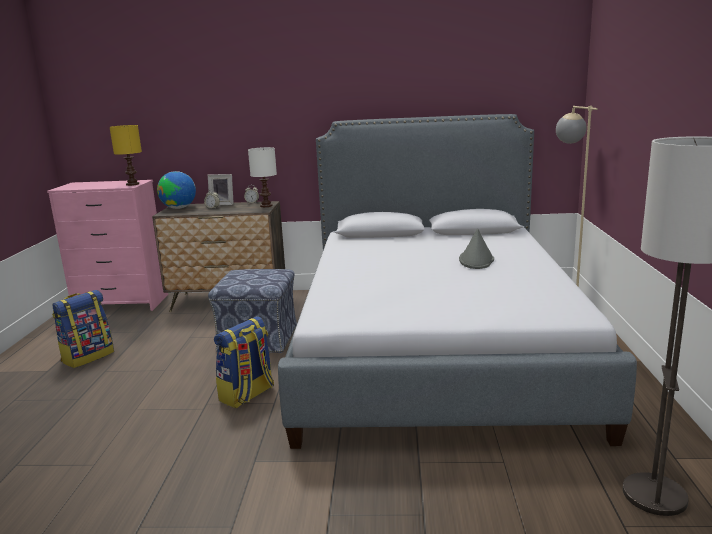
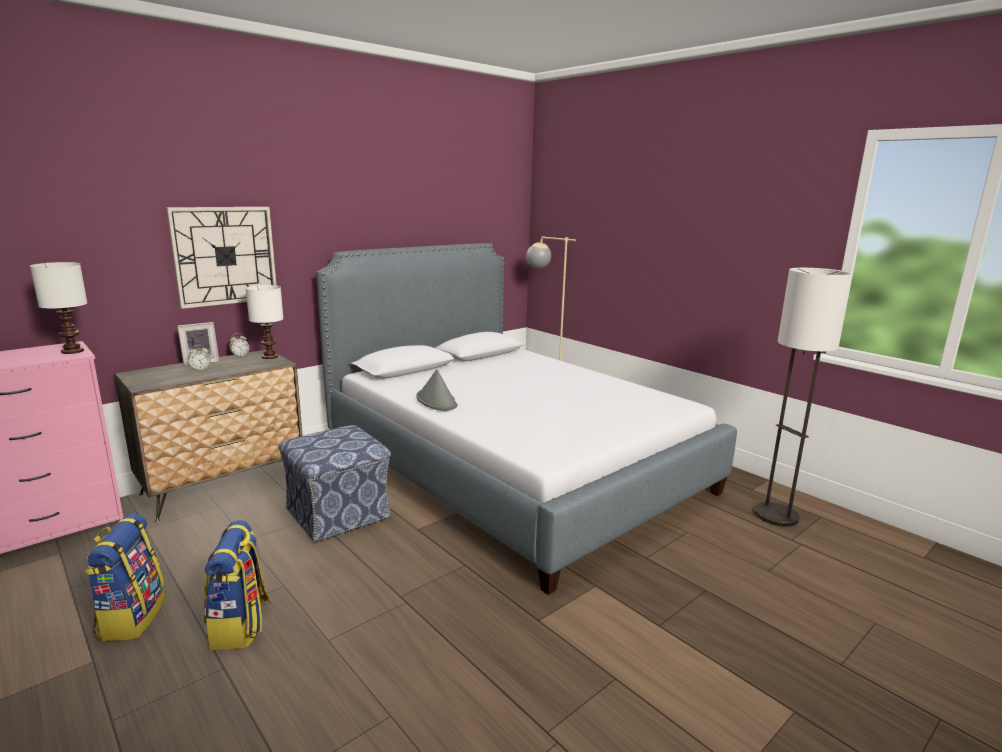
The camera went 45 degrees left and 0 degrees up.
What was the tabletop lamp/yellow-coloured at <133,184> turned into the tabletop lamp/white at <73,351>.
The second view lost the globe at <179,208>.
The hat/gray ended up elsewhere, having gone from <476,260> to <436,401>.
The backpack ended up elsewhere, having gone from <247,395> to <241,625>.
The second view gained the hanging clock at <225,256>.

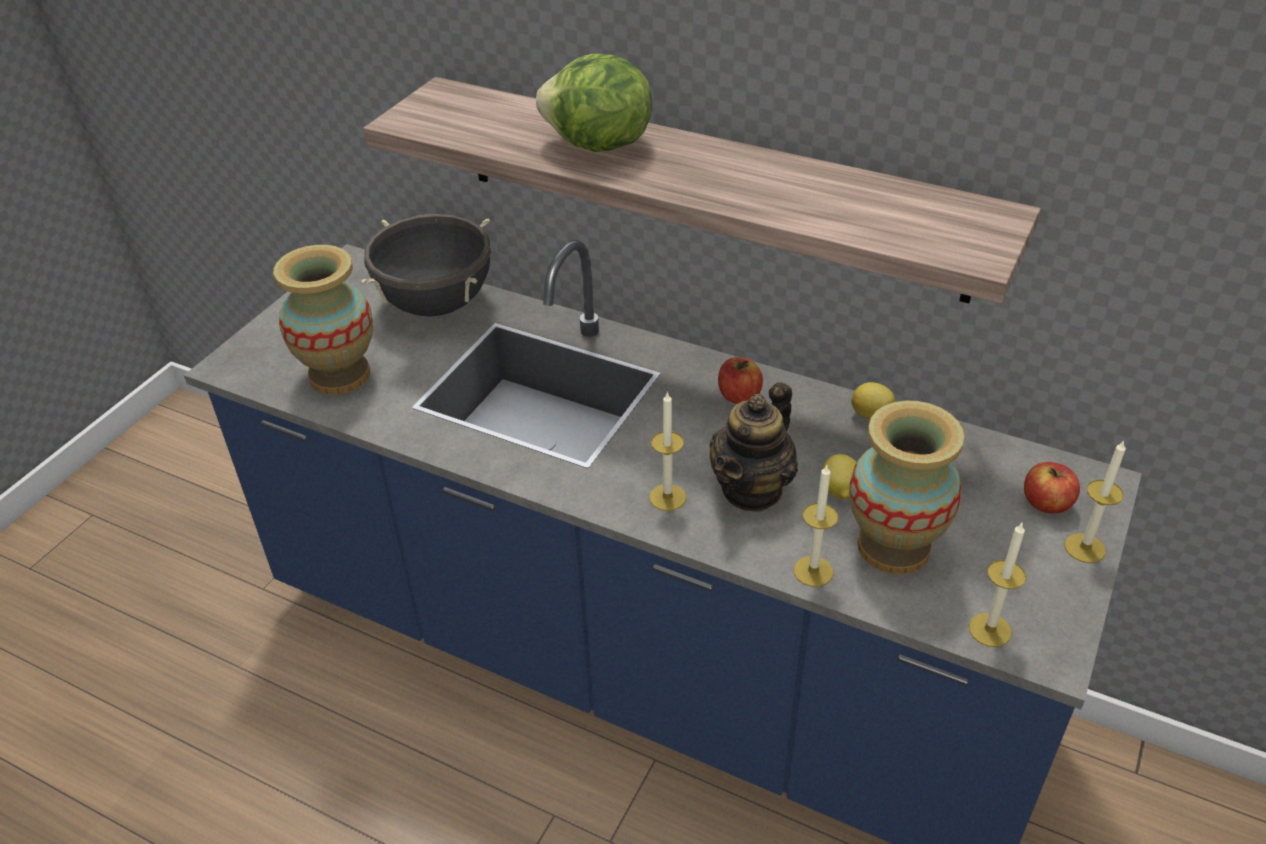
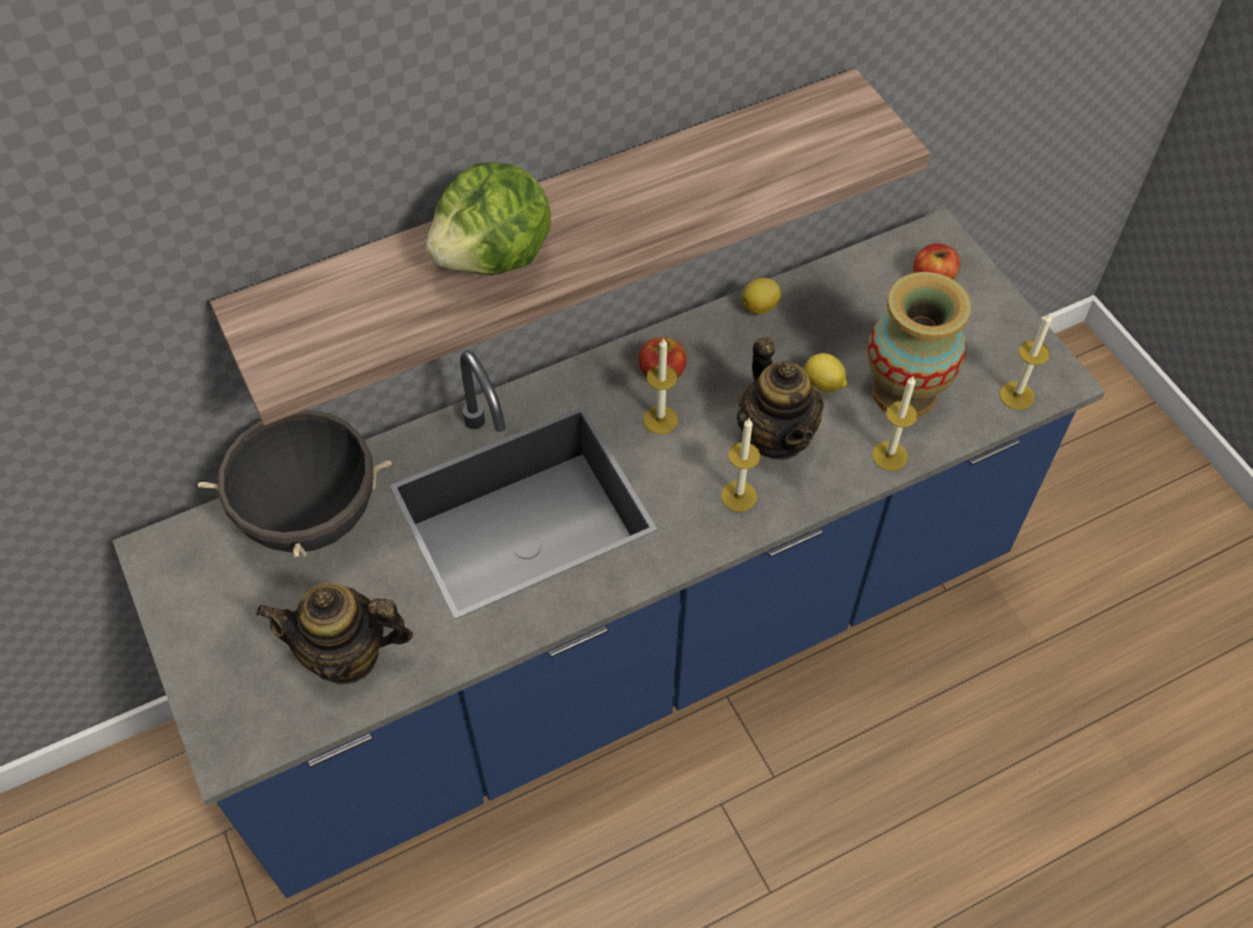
The camera went 55 degrees left and 15 degrees up.
Where the vase stood at <339,375>, the teapot came to stand at <346,655>.
The wax light ended up elsewhere, having gone from <1084,548> to <660,420>.

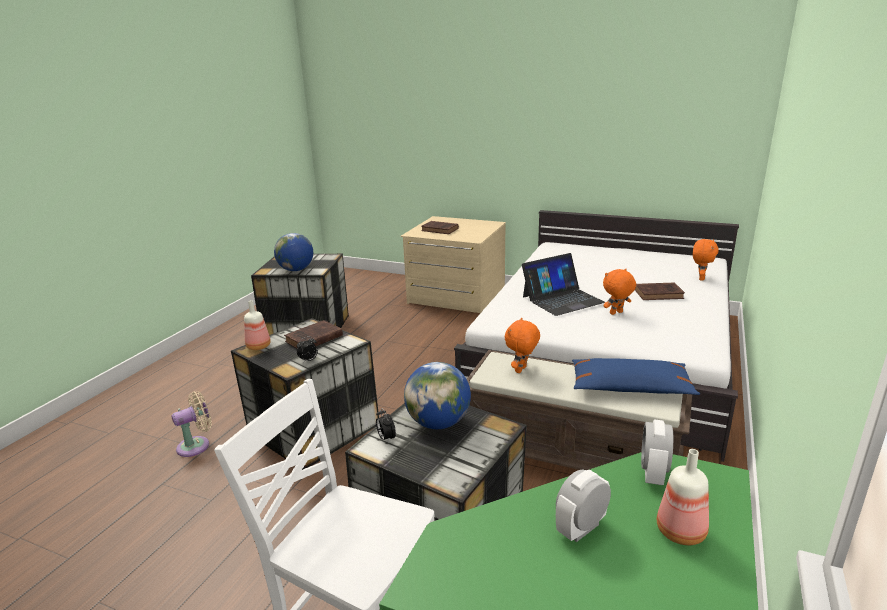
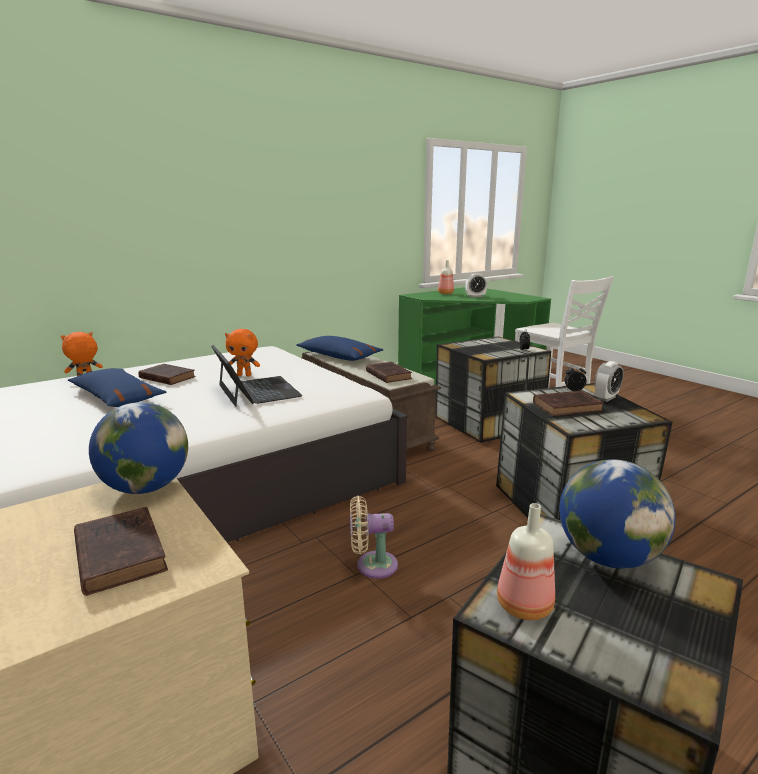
The camera went 150 degrees left and 5 degrees down.
The notebook computer at <562,299> ended up facing another way, 60 degrees clockwise from before.
The beverage bottle ended up elsewhere, having gone from <258,346> to <524,607>.
Where the soft toy/orangey stood at <521,370>, the book/brown came to stand at <387,375>.
The globe ended up elsewhere, having gone from <438,423> to <146,488>.
The fan/beige-coloured ended up elsewhere, having gone from <197,445> to <372,565>.
The table clock ended up elsewhere, having gone from <653,473> to <606,398>.
The second view gained the cushion/blue-coloured at <117,398>.

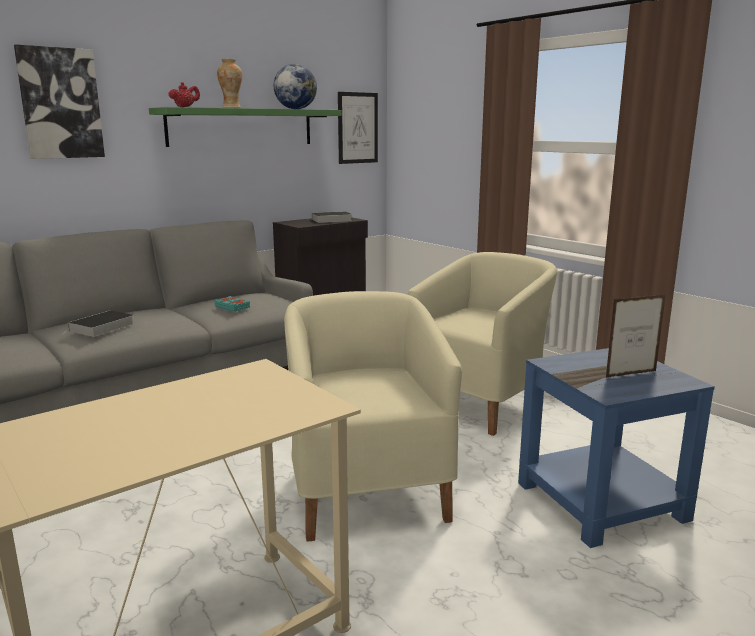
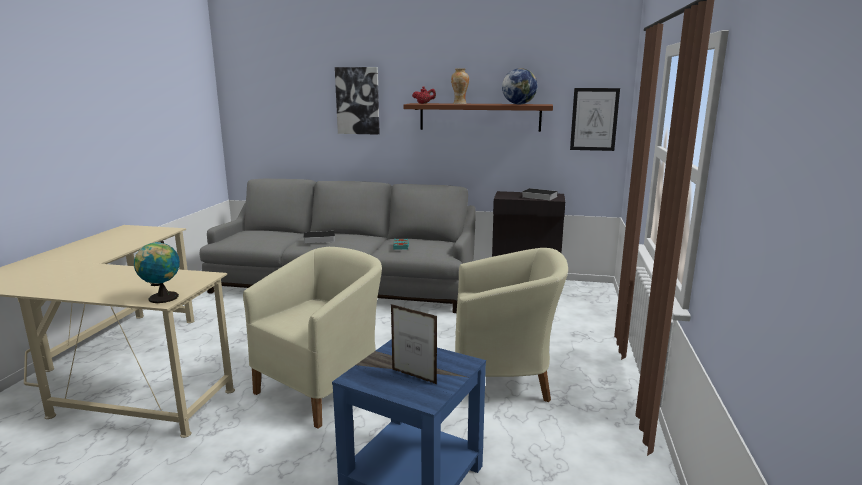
The camera went 50 degrees right and 0 degrees up.
What was the wall shelf/green-coloured at <241,127> turned into the wall shelf/brown at <479,117>.
The second view gained the globe at <162,298>.

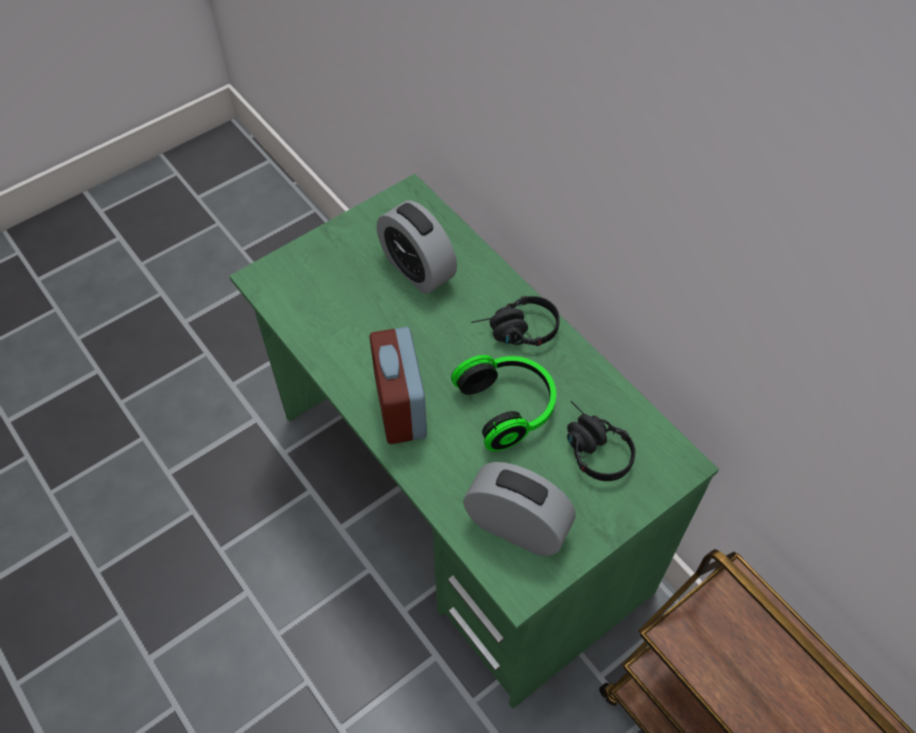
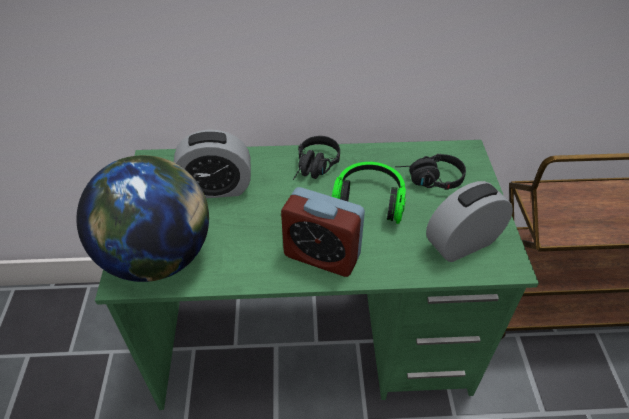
The camera went 55 degrees left and 10 degrees down.
The second view gained the globe at <159,256>.

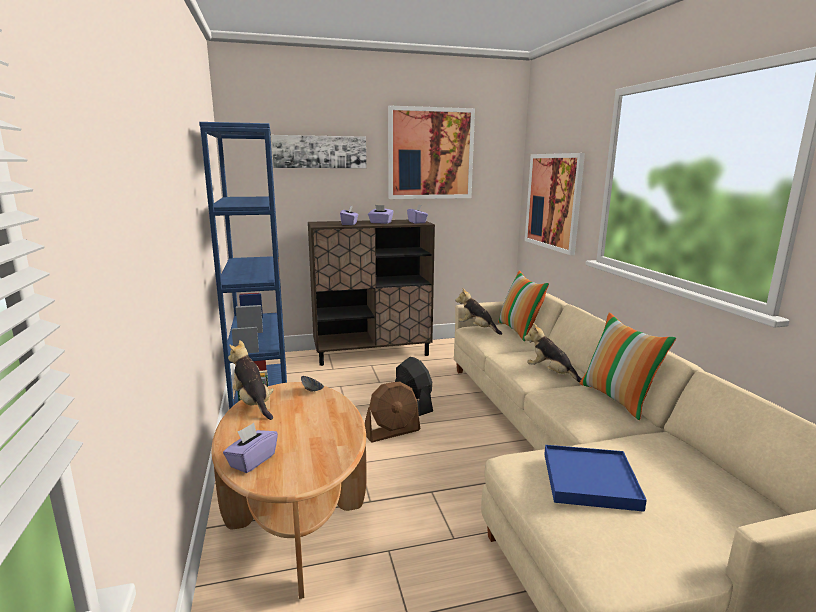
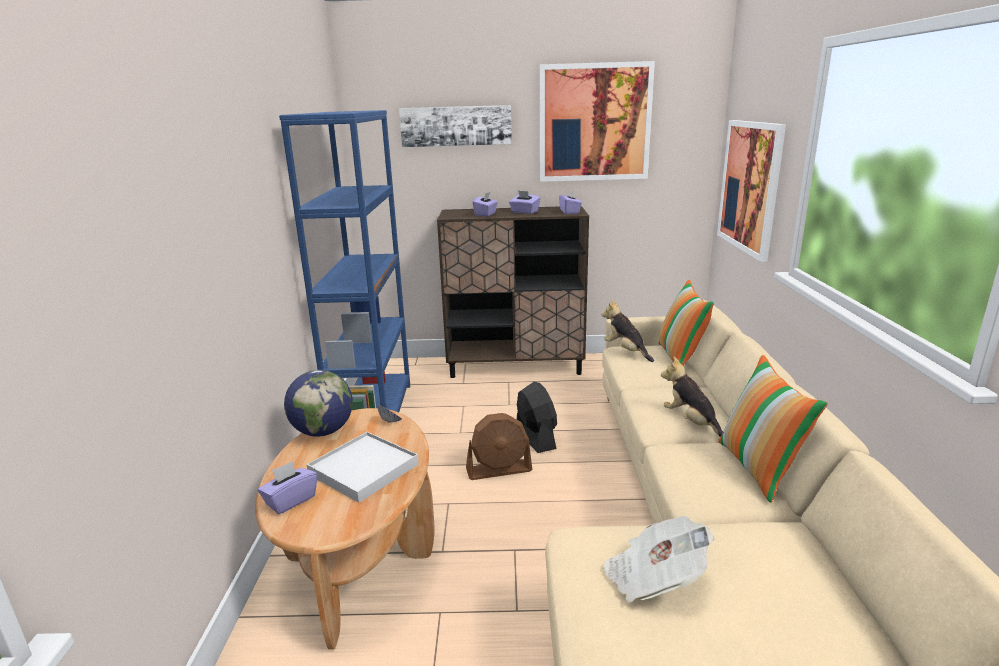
The camera went 15 degrees right and 5 degrees up.
Where the soft toy stood at <253,404>, the globe came to stand at <323,431>.
Where the serving tray/blue-coloured stood at <589,481>, the newspaper came to stand at <653,578>.
The second view gained the serving tray/white at <363,469>.

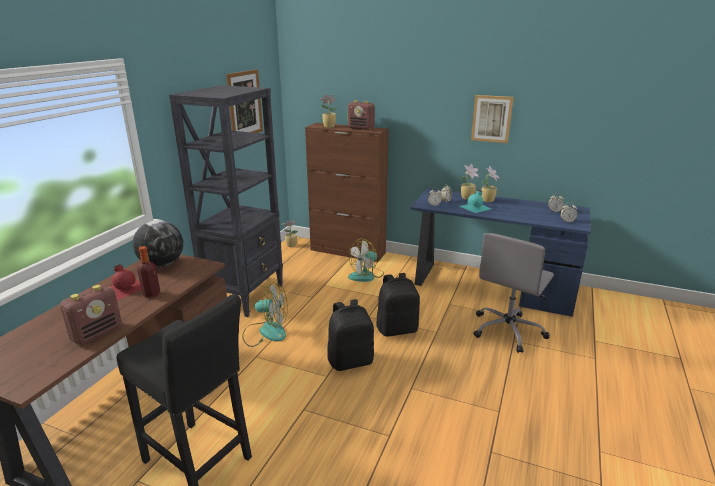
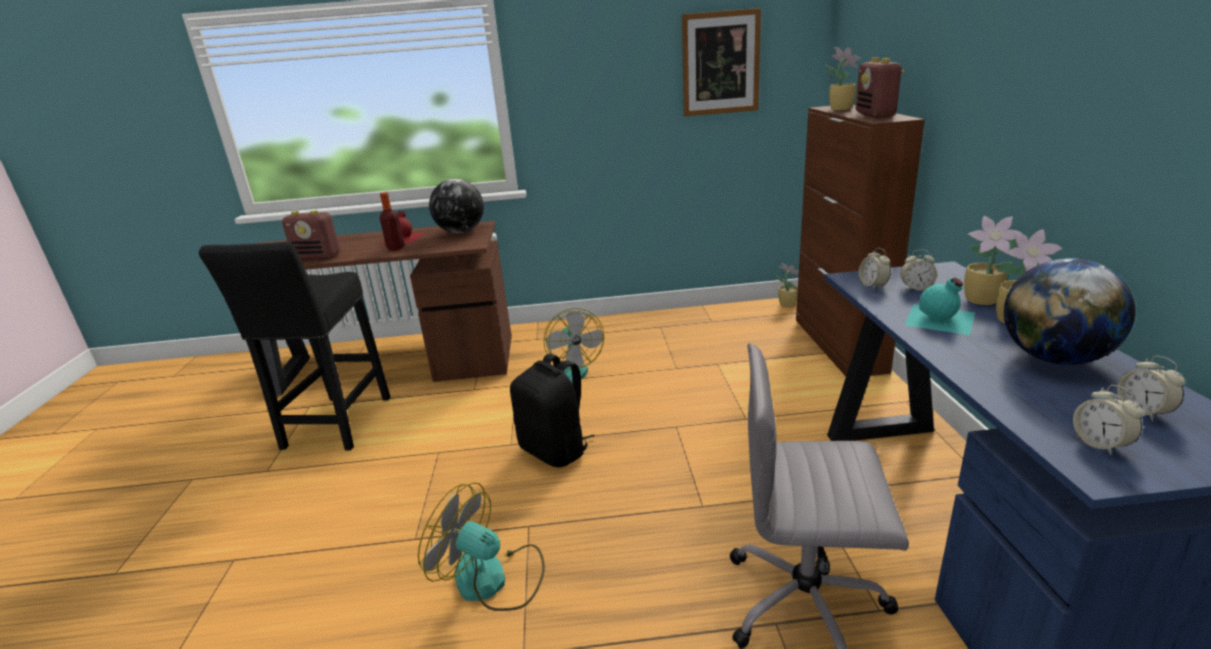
The camera went 65 degrees right and 0 degrees up.
The second view lost the bookcase/black-coloured at <245,295>.
The second view lost the wall picture at <491,118>.
The fan ended up elsewhere, having gone from <366,275> to <492,580>.
The second view lost the backpack/black-coloured at <397,329>.
The second view gained the globe at <1054,358>.

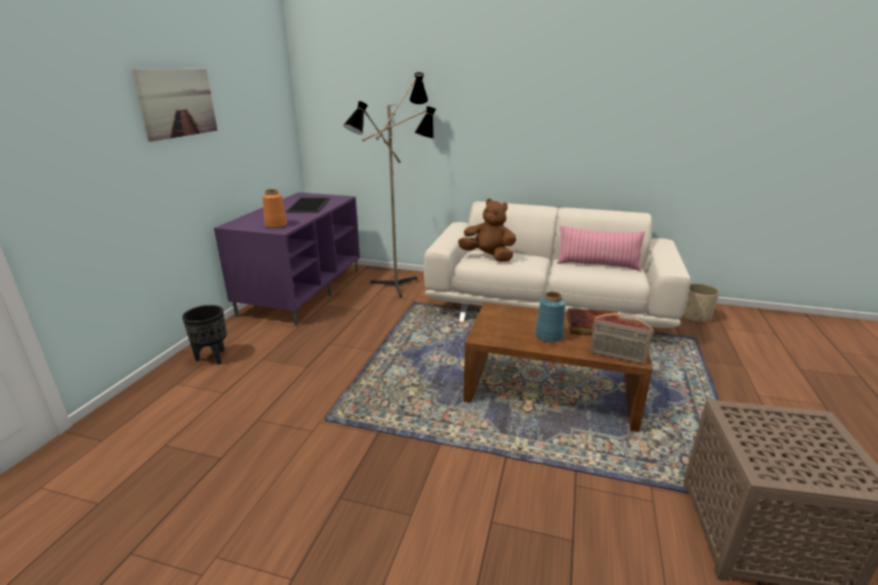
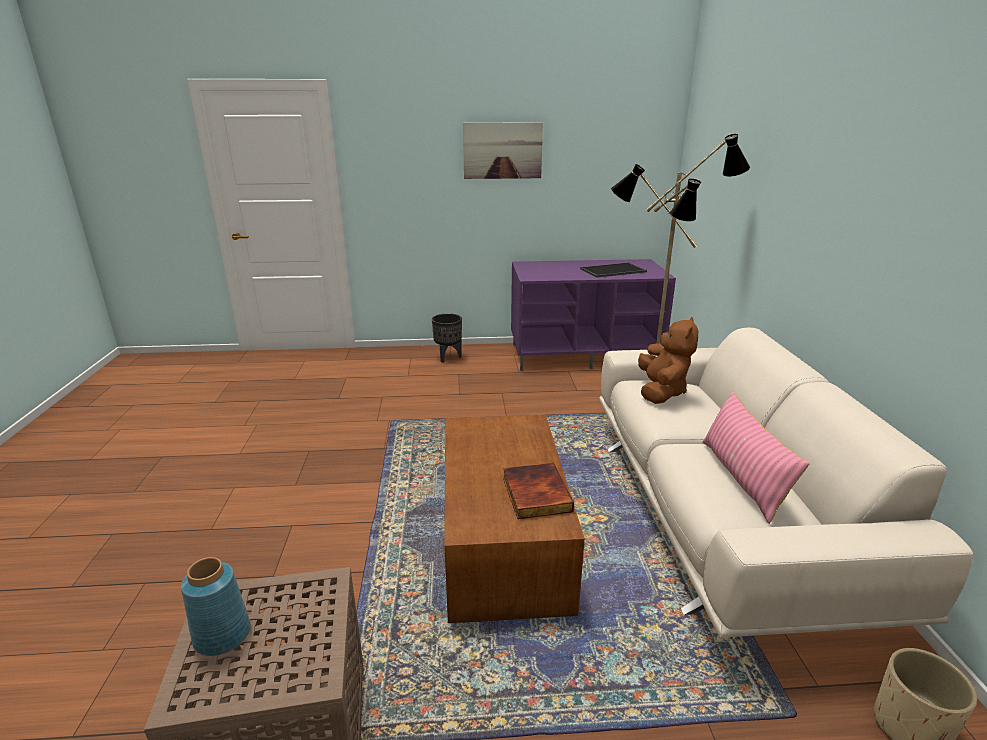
The camera went 70 degrees right and 0 degrees up.
The second view lost the vase/orangey at <276,225>.
The vase/blue-coloured ended up elsewhere, having gone from <549,336> to <223,635>.
The second view lost the radio set at <617,356>.

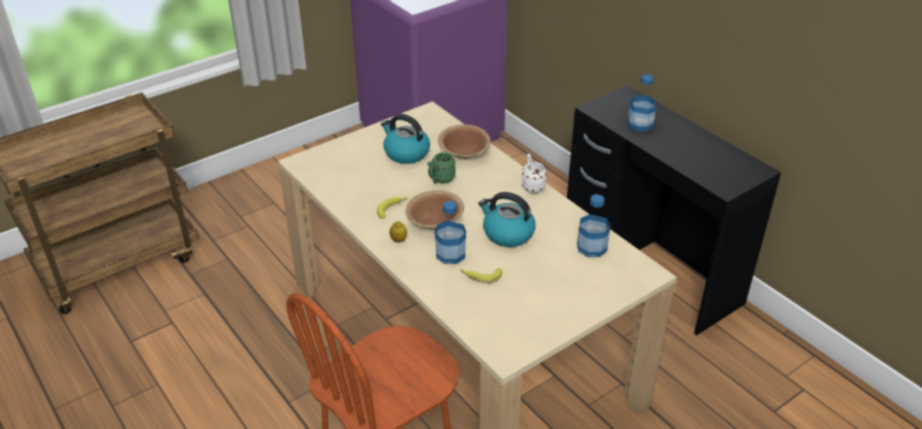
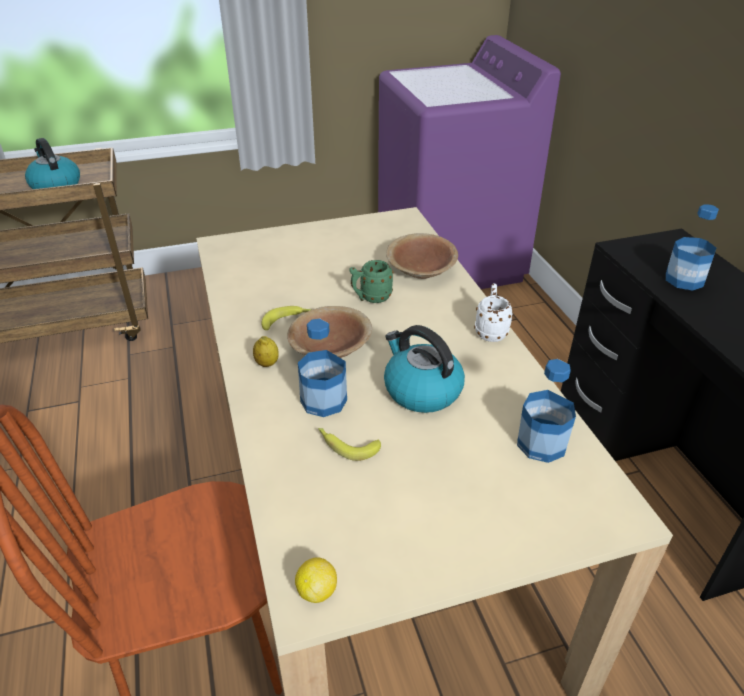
The camera went 20 degrees right and 0 degrees up.
The kettle ended up elsewhere, having gone from <406,153> to <55,185>.
The second view gained the lemon at <317,591>.

